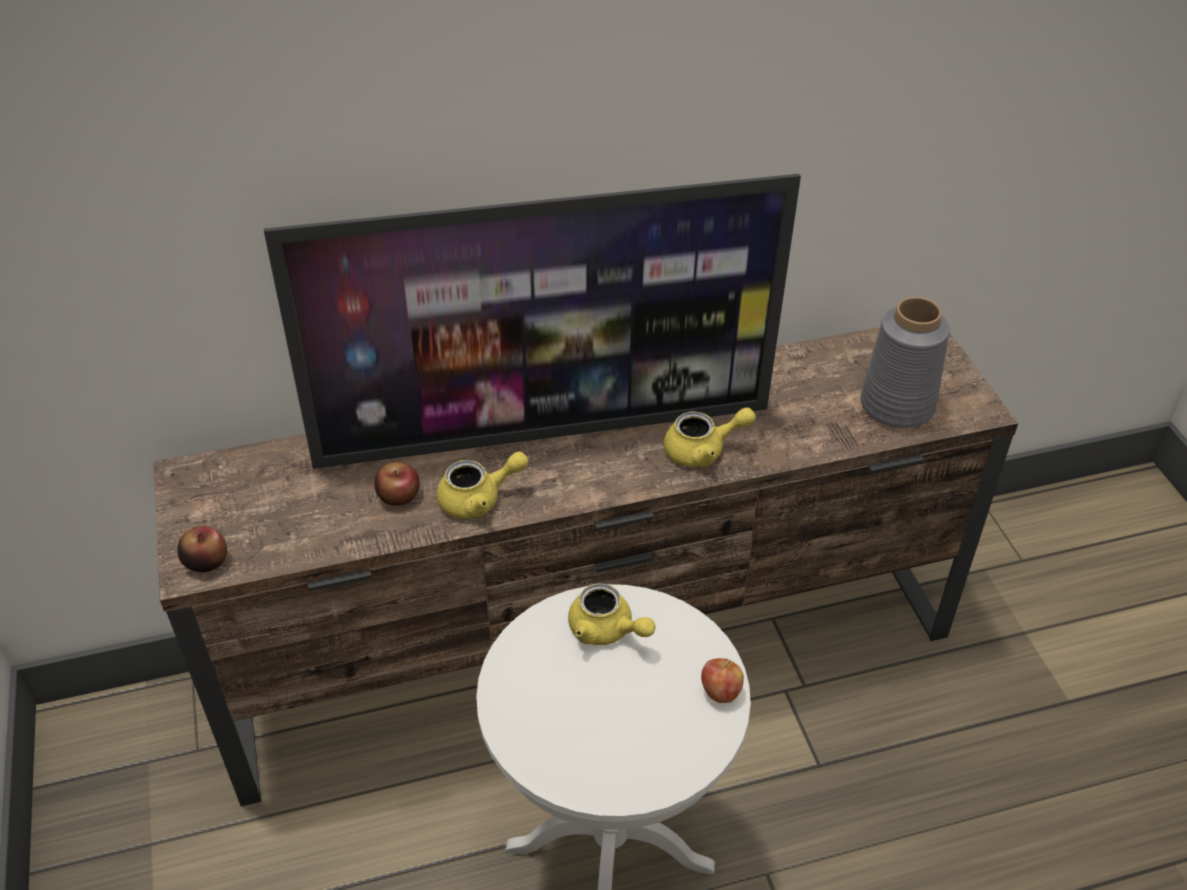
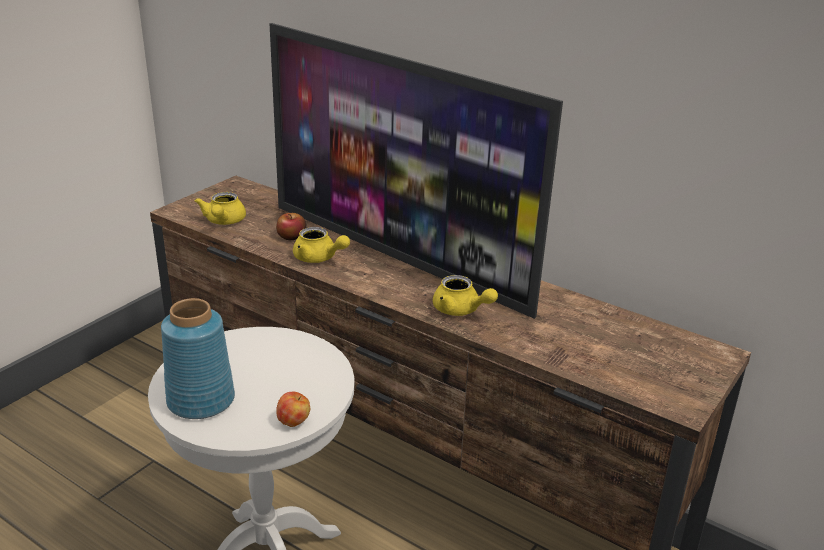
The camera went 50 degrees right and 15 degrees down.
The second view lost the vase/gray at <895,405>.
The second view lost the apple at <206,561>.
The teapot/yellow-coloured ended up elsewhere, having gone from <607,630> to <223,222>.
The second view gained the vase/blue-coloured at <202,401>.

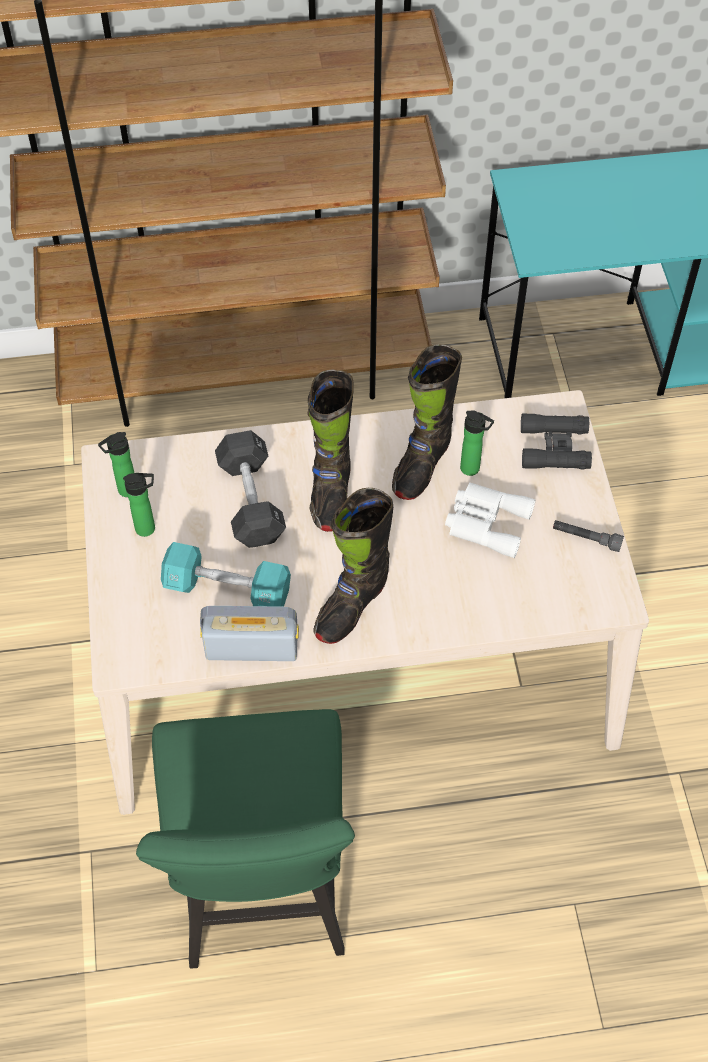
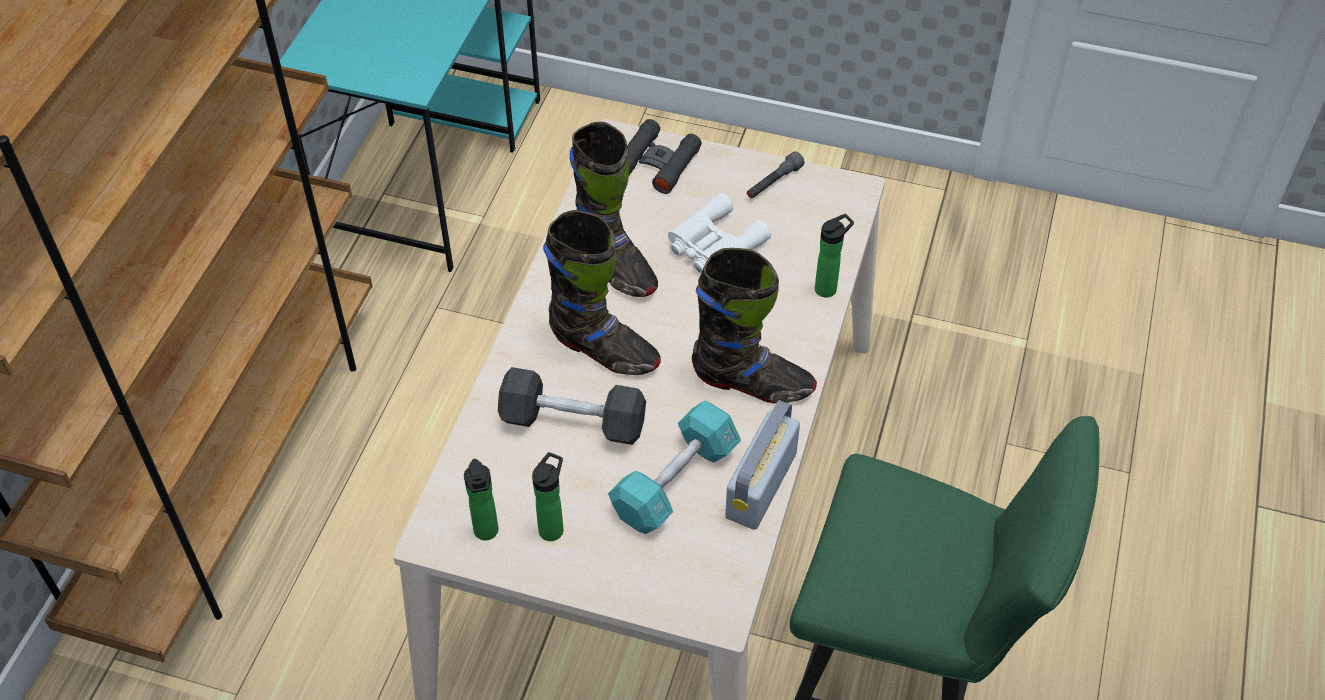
The camera went 65 degrees left and 5 degrees down.
The beverage bottle ended up elsewhere, having gone from <472,469> to <828,288>.
The boot/black-coloured at <351,605> ended up facing another way, 45 degrees counterclockwise from before.

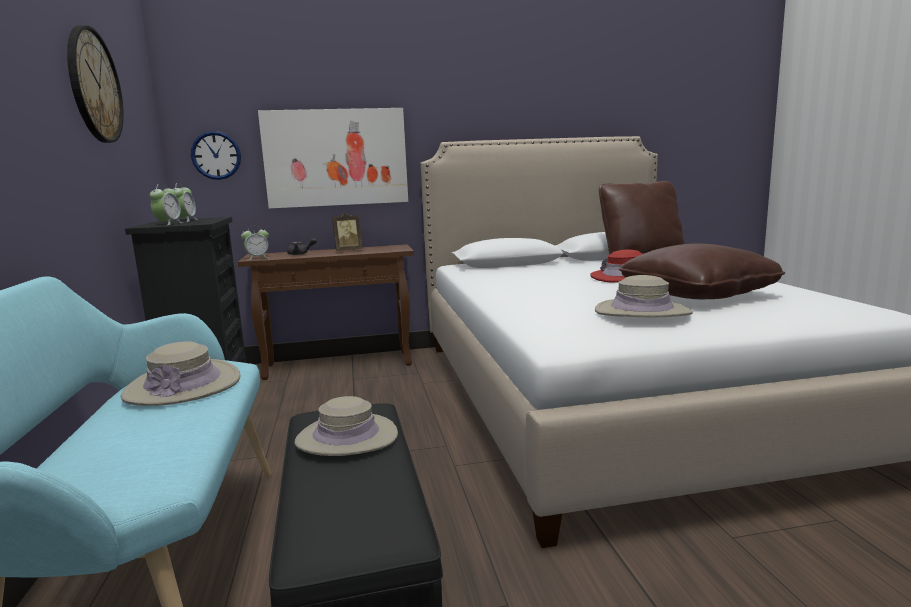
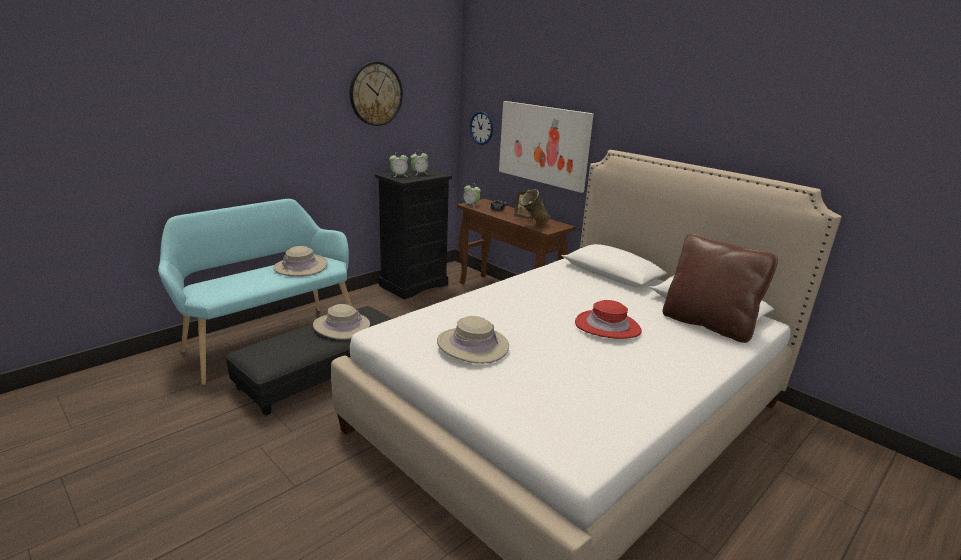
The camera went 55 degrees right and 10 degrees up.
The second view lost the cushion/brown at <697,294>.
The second view gained the vase/beige-coloured at <532,225>.

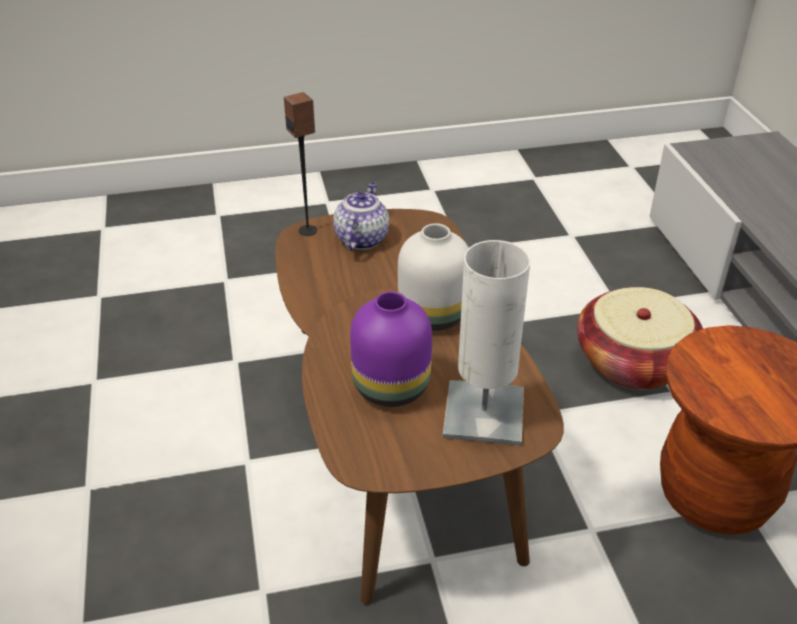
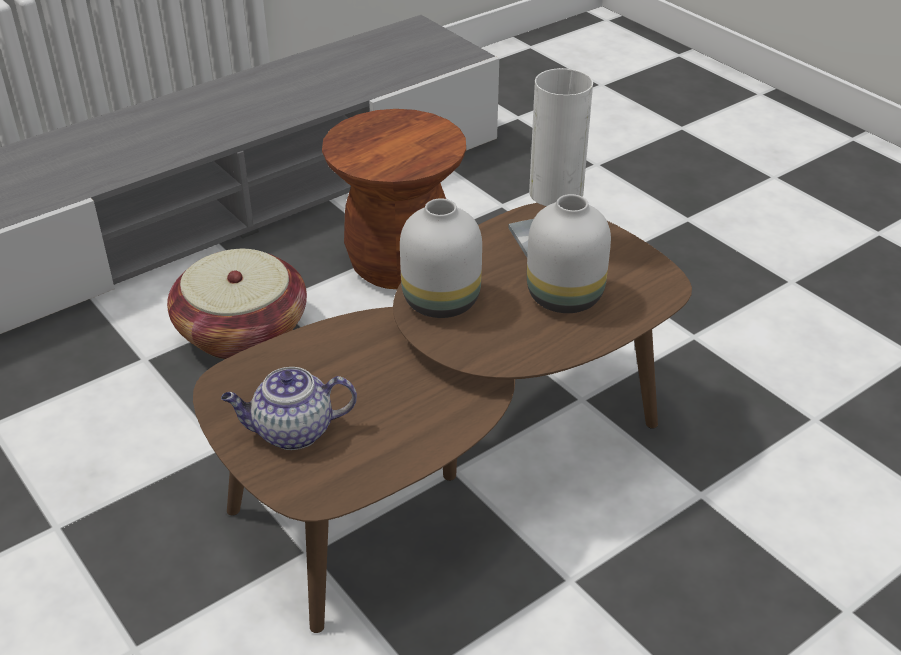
The camera went 115 degrees left and 0 degrees up.
The second view lost the audio speaker at <308,230>.
What was the vase/purplish at <390,388> turned into the vase/white at <567,297>.

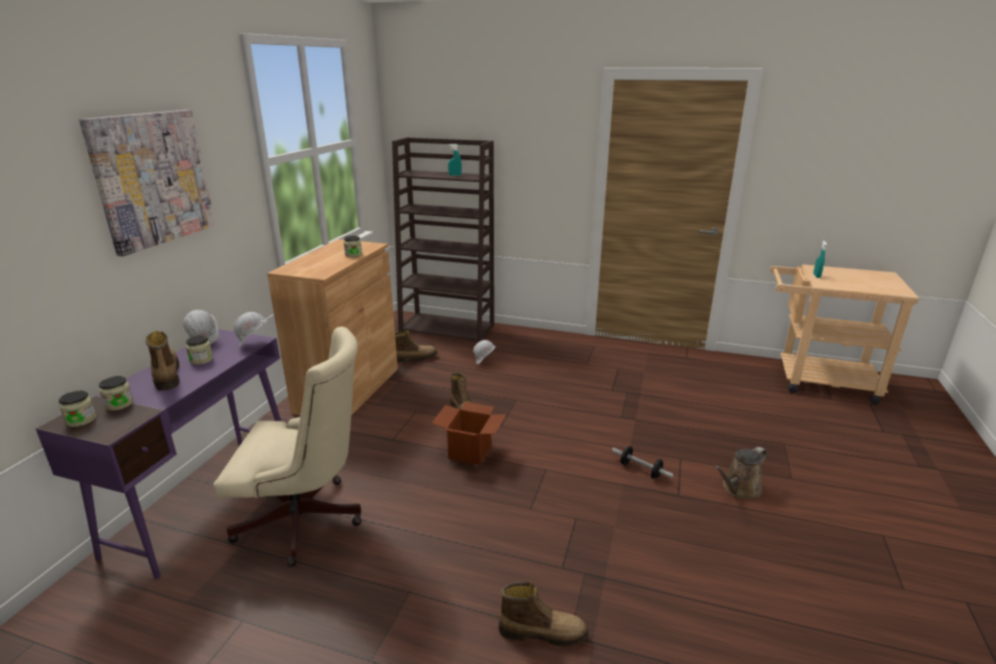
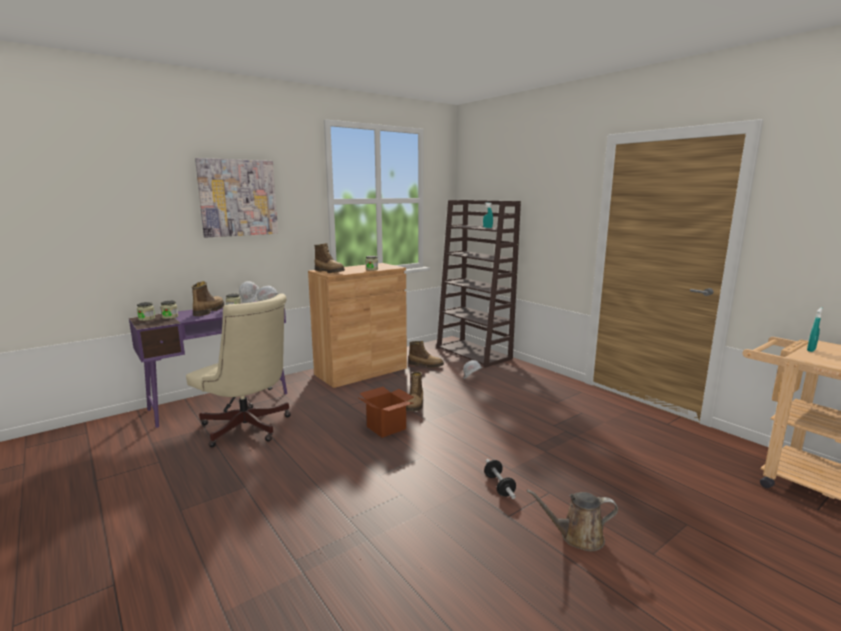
The camera went 35 degrees right and 10 degrees down.
The boot ended up elsewhere, having gone from <542,632> to <330,272>.

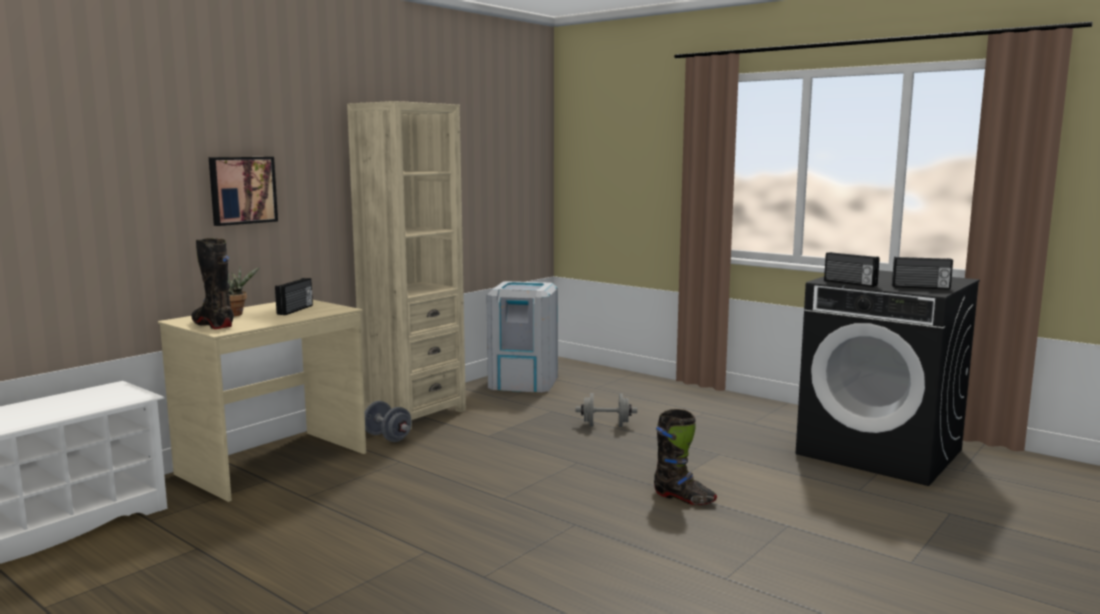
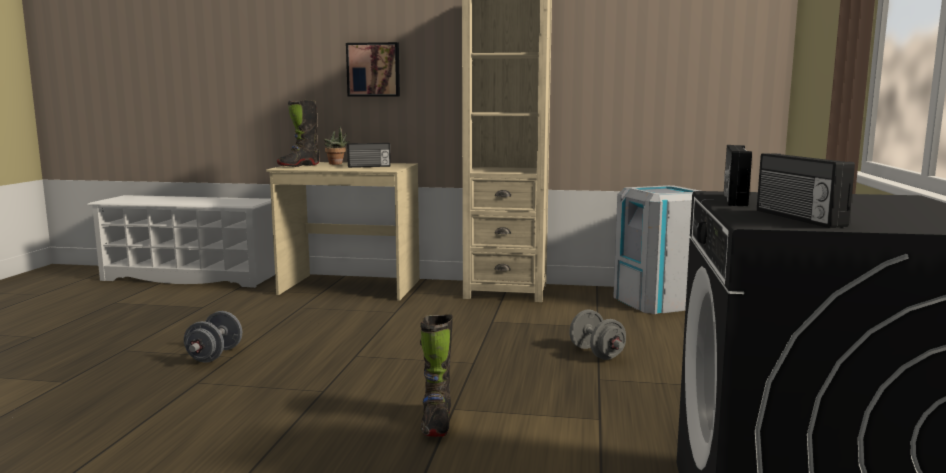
The camera went 60 degrees right and 0 degrees up.
The boot/black-coloured at <213,325> ended up facing another way, 150 degrees counterclockwise from before.
The free weight/gray ended up elsewhere, having gone from <387,437> to <215,355>.

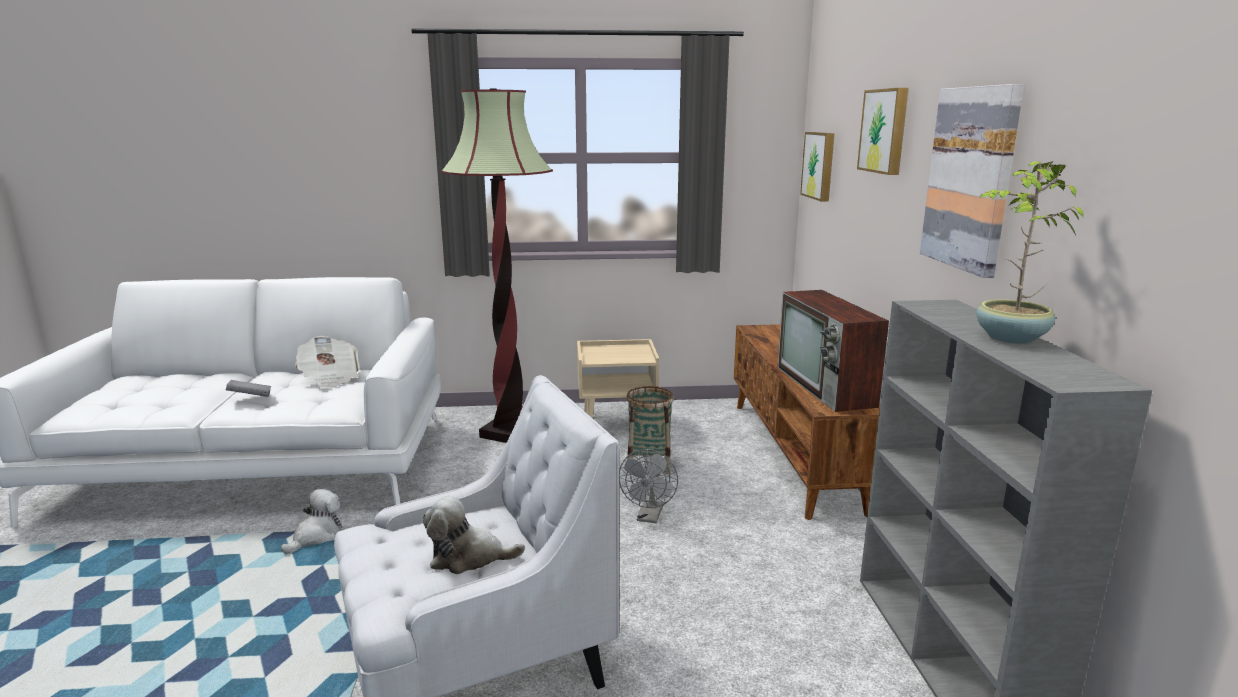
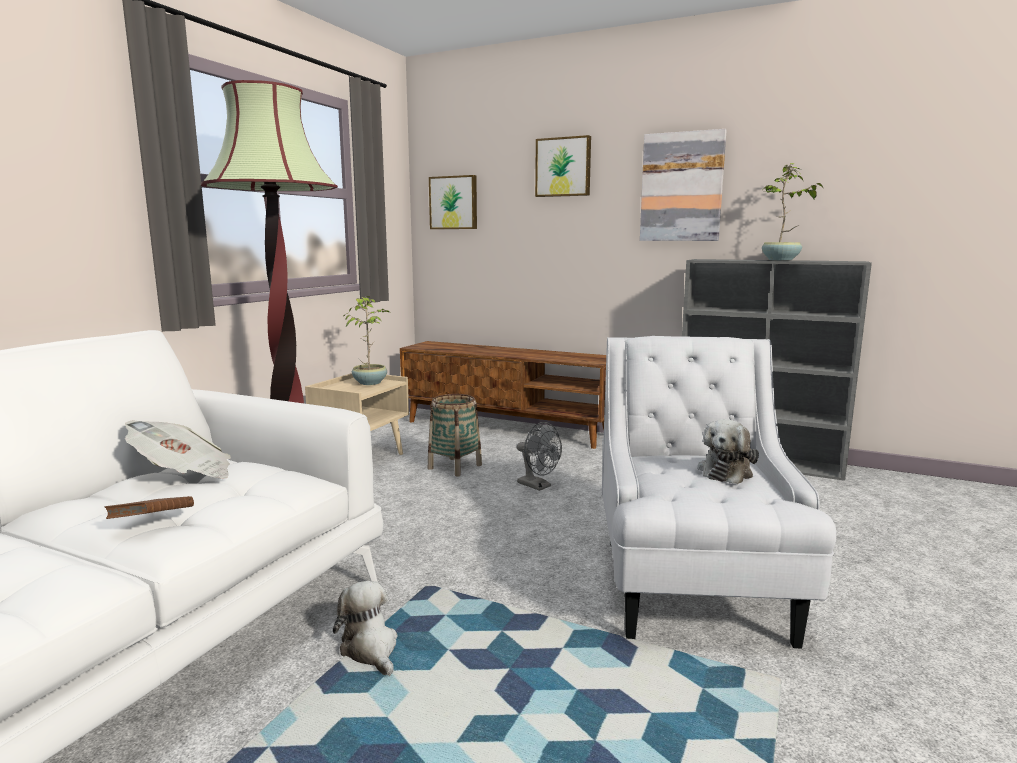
The camera went 60 degrees left and 5 degrees down.
The second view lost the TV at <826,387>.
What was the book/gray at <250,398> turned into the book/brown at <153,524>.
The second view gained the potted plant at <370,382>.

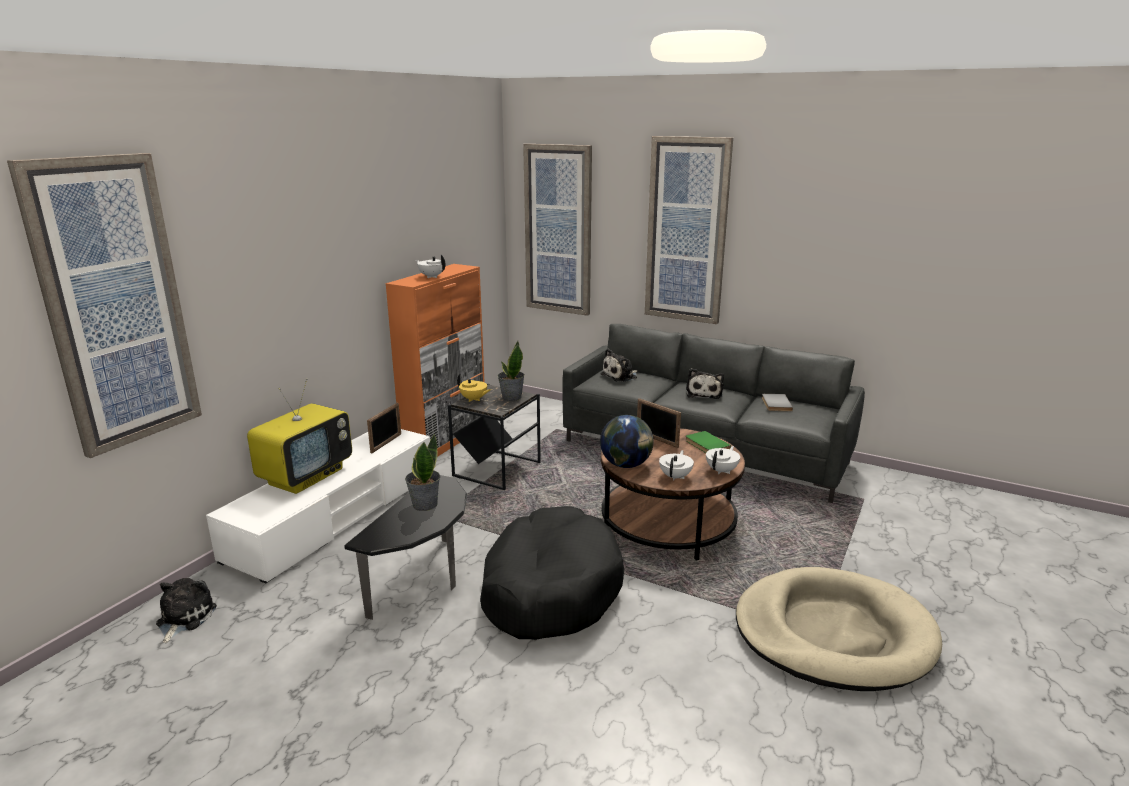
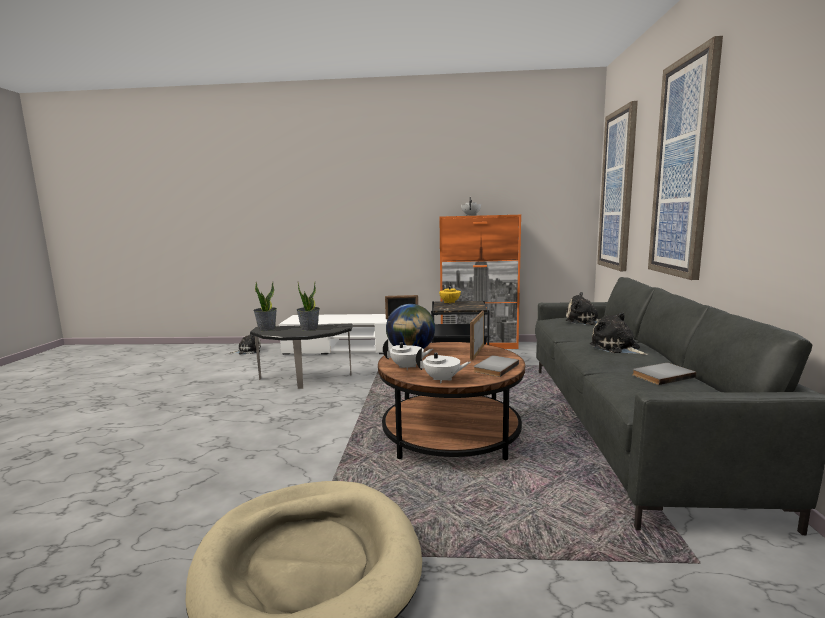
The camera went 65 degrees right and 10 degrees down.
The second view lost the wall picture at <114,304>.
The potted plant ended up elsewhere, having gone from <511,397> to <266,329>.
The soft toy at <704,393> ended up facing another way, 75 degrees clockwise from before.
The second view lost the TV at <306,476>.
What was the book/green-coloured at <706,445> turned into the book/gray at <494,367>.
The second view lost the dog bed/black-coloured at <550,589>.

